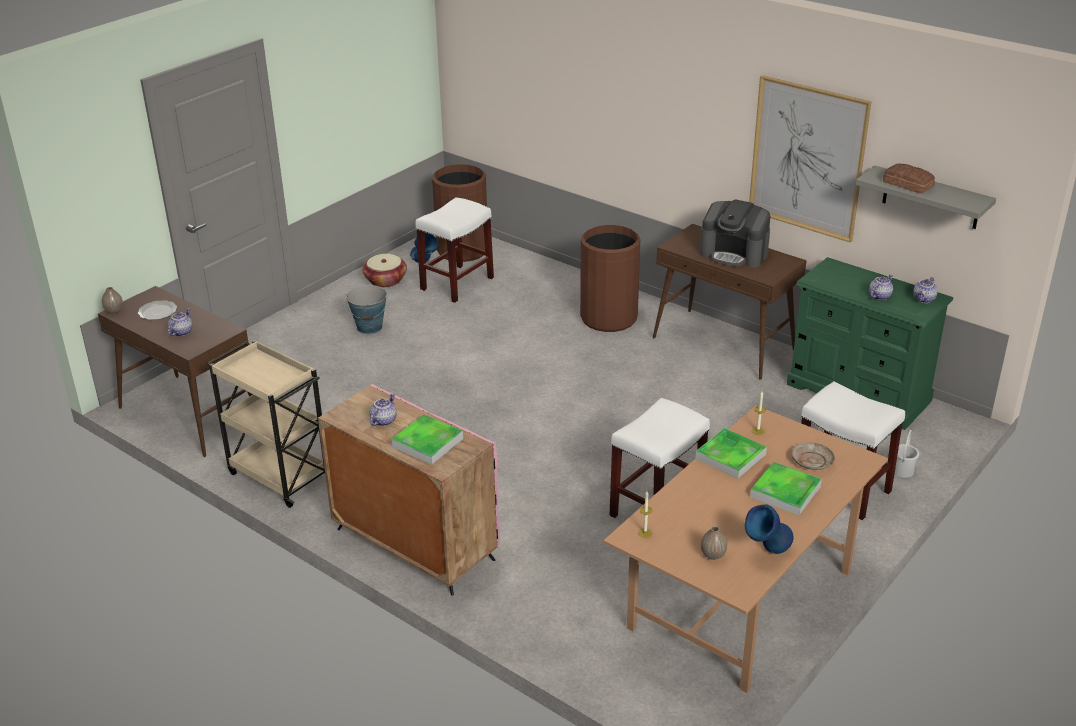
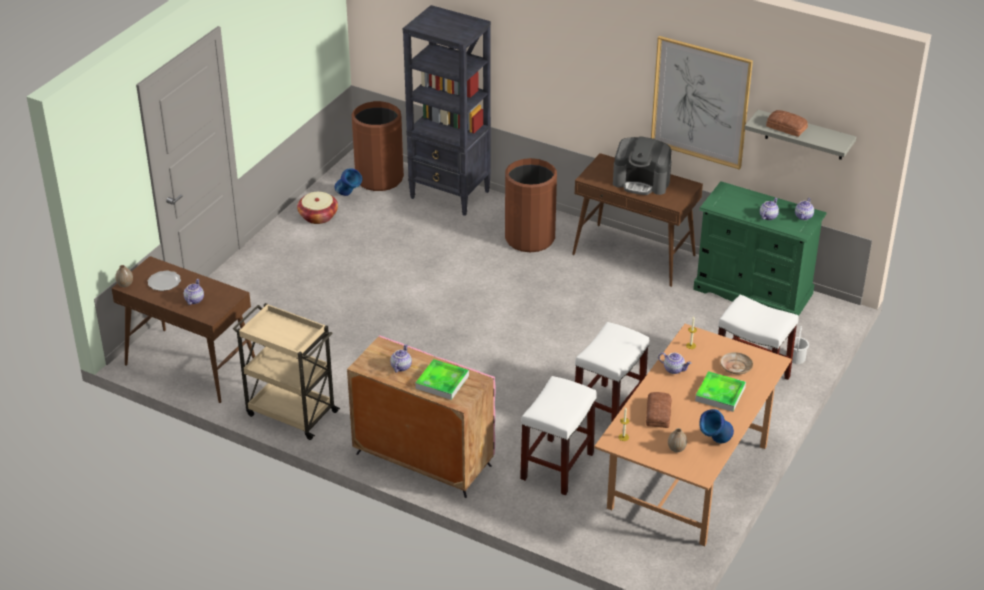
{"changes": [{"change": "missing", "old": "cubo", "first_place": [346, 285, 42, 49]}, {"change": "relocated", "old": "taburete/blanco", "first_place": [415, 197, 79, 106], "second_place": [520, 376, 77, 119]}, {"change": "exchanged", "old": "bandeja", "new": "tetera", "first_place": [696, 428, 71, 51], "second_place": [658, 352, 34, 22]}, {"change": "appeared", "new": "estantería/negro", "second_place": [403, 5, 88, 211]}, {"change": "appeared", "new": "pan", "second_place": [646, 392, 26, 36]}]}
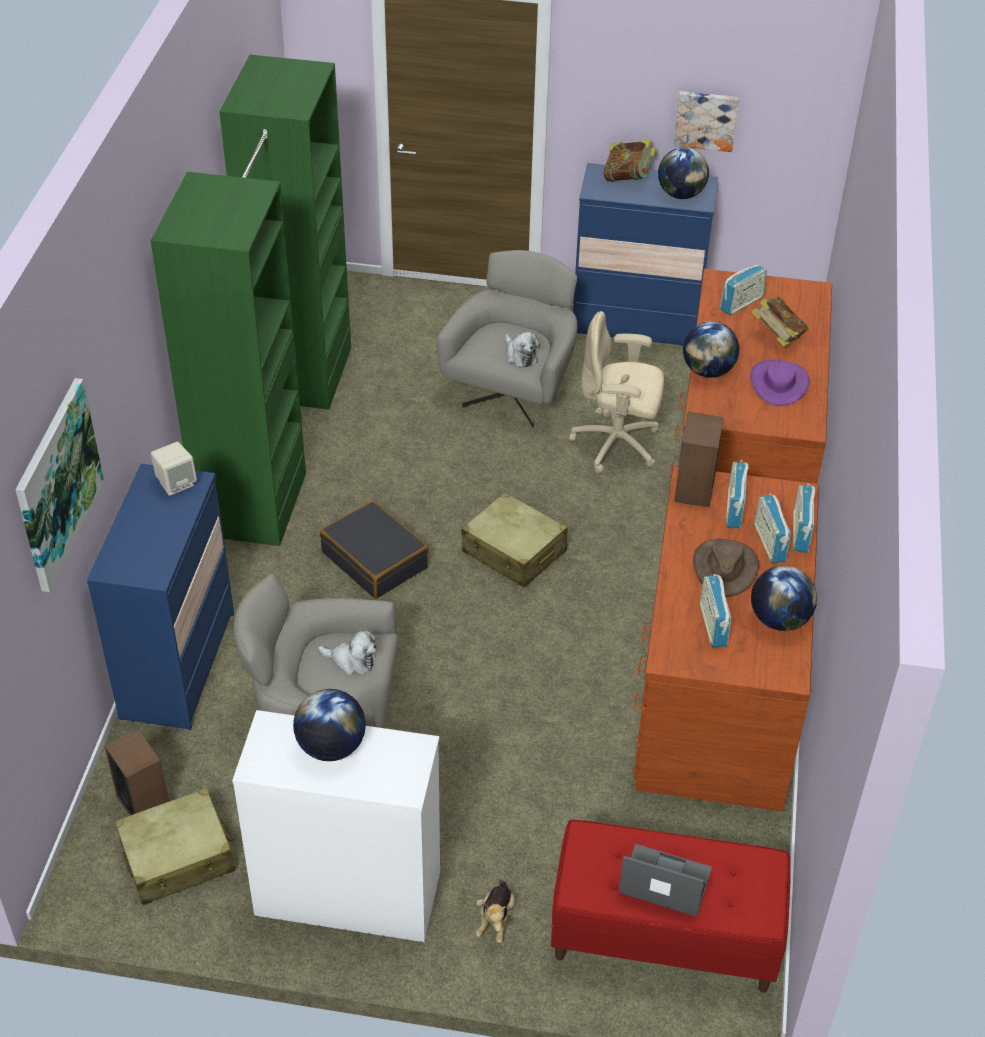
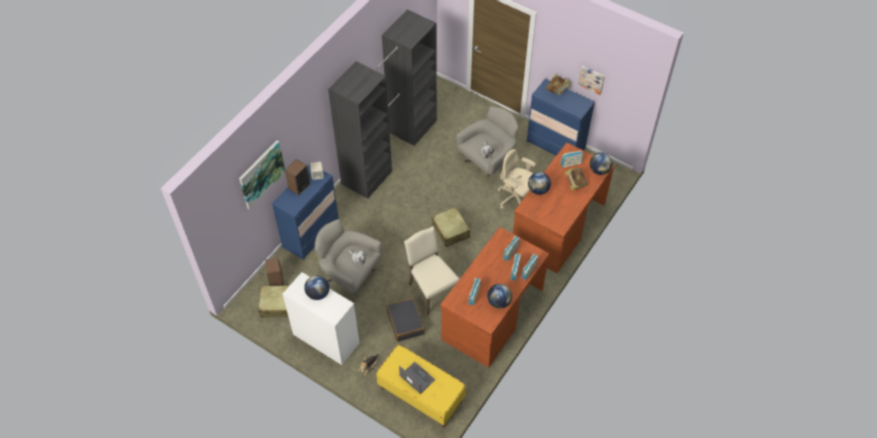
{"changes": [{"change": "colour", "old": "armario ropero/verde", "new": "armario ropero/negro", "first_place": [151, 55, 200, 491], "second_place": [328, 9, 109, 190]}, {"change": "relocated", "old": "maleta/negro", "first_place": [320, 500, 109, 99], "second_place": [386, 298, 39, 44]}, {"change": "colour", "old": "banco/rojo", "new": "banco/amarillo", "first_place": [551, 820, 240, 173], "second_place": [376, 345, 90, 82]}, {"change": "relocated", "old": "globo terráqueo", "first_place": [658, 147, 51, 52], "second_place": [590, 152, 22, 23]}, {"change": "relocated", "old": "altavoz", "first_place": [674, 412, 50, 95], "second_place": [285, 159, 25, 36]}, {"change": "missing", "old": "sombrero/marrón", "first_place": [693, 539, 66, 58]}, {"change": "missing", "old": "sombrero/morado", "first_place": [750, 360, 60, 46]}, {"change": "appeared", "new": "silla/beis", "second_place": [404, 226, 55, 89]}]}
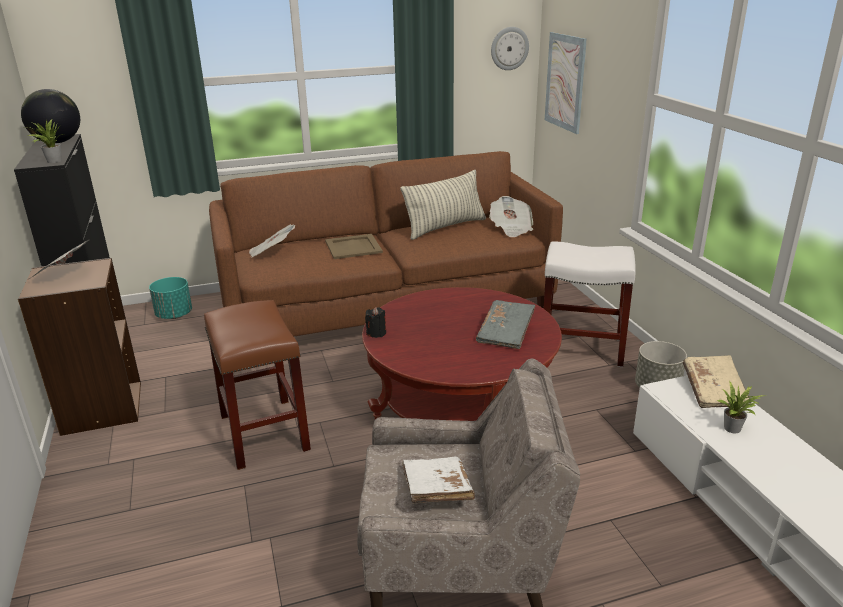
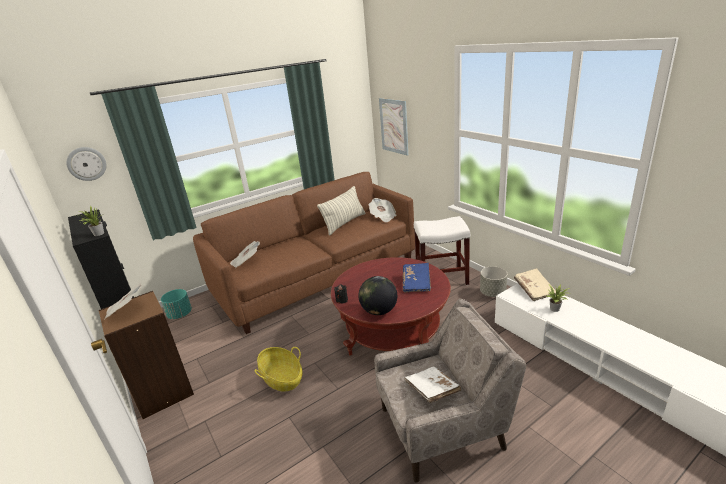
{"changes": [{"change": "relocated", "old": "globo terráqueo", "first_place": [21, 89, 59, 54], "second_place": [358, 276, 39, 39]}, {"change": "exchanged", "old": "taburete/marrón", "new": "cesta", "first_place": [204, 300, 107, 170], "second_place": [255, 347, 47, 44]}, {"change": "missing", "old": "bandeja/beis", "first_place": [325, 234, 58, 25]}, {"change": "colour", "old": "libro/gris", "new": "libro/azul", "first_place": [476, 300, 59, 49], "second_place": [403, 263, 28, 29]}, {"change": "relocated", "old": "reloj de pared", "first_place": [491, 27, 38, 43], "second_place": [66, 147, 41, 34]}]}
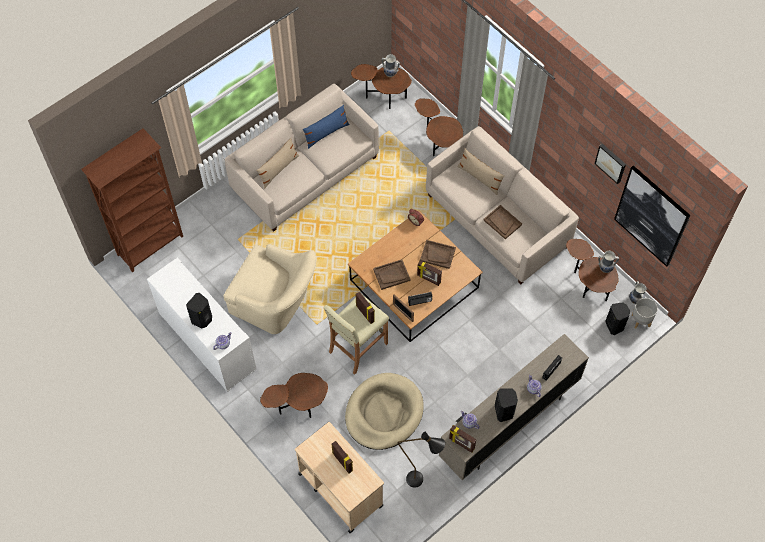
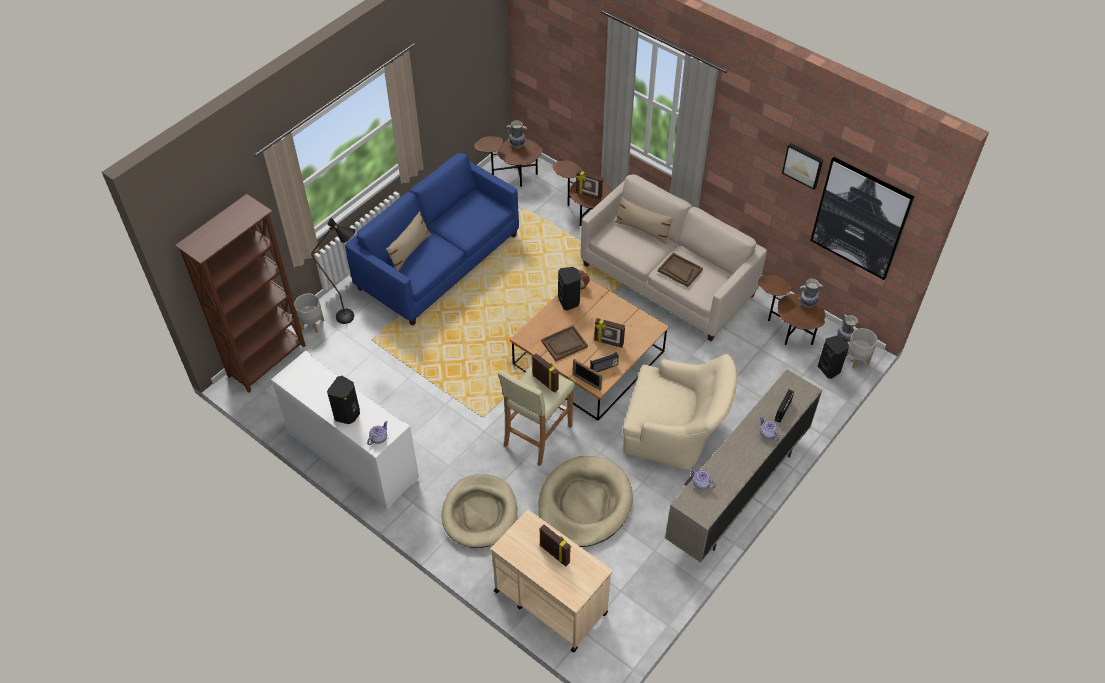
{"changes": [{"change": "relocated", "old": "sillón/beis", "first_place": [223, 244, 93, 90], "second_place": [623, 354, 115, 115]}, {"change": "colour", "old": "sofá/beis", "new": "sofá/azul", "first_place": [225, 84, 154, 147], "second_place": [345, 153, 174, 173]}, {"change": "exchanged", "old": "mesa auxiliar/marrón", "new": "cama para perro/beis", "first_place": [260, 373, 68, 45], "second_place": [442, 474, 75, 74]}, {"change": "missing", "old": "cojín/azul", "first_place": [303, 105, 47, 44]}, {"change": "relocated", "old": "lámpara de pie/negro", "first_place": [397, 432, 48, 56], "second_place": [311, 218, 44, 106]}, {"change": "missing", "old": "bandeja/marrón", "first_place": [420, 240, 36, 29]}, {"change": "relocated", "old": "portarretratos", "first_place": [449, 425, 27, 28], "second_place": [576, 170, 27, 30]}, {"change": "relocated", "old": "altavoz/negro", "first_place": [495, 388, 23, 34], "second_place": [558, 267, 23, 44]}, {"change": "appeared", "new": "maceta/gris", "second_place": [294, 294, 30, 39]}]}
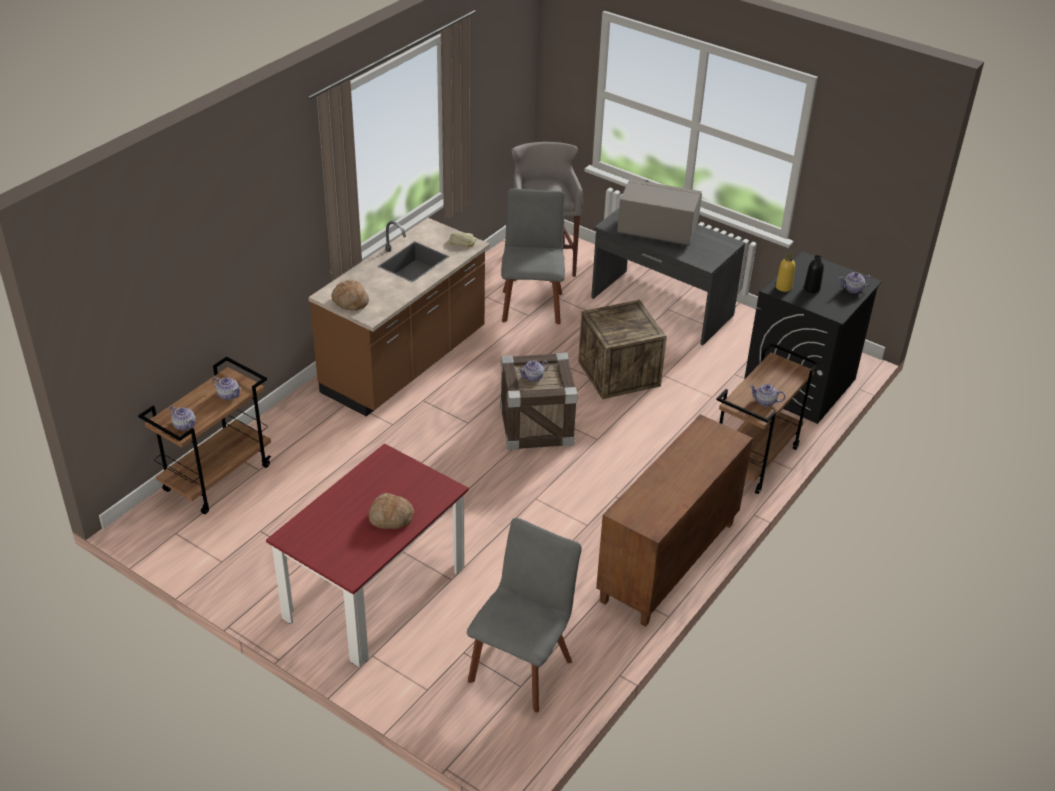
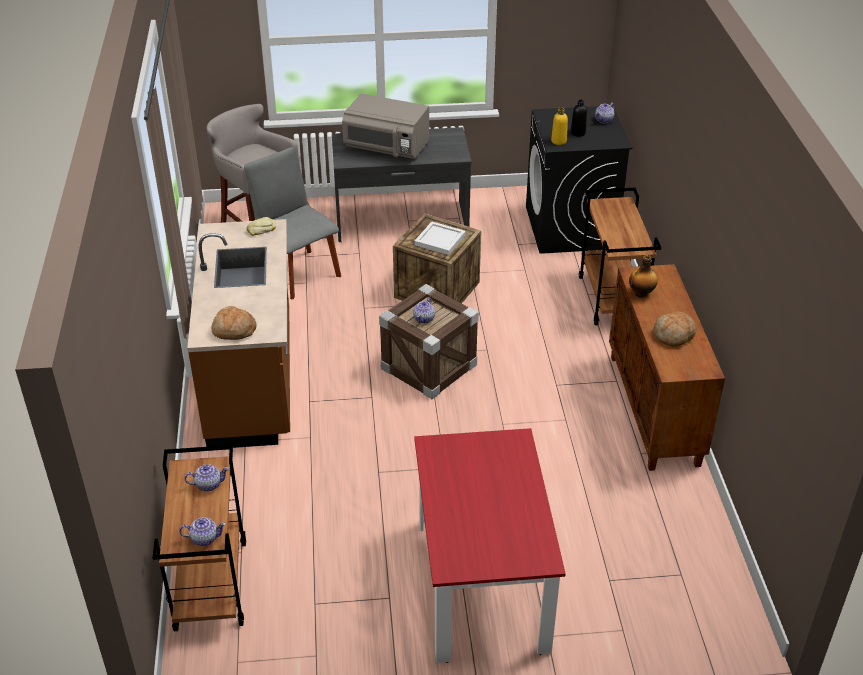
{"changes": [{"change": "relocated", "old": "pan", "first_place": [369, 493, 45, 36], "second_place": [654, 312, 42, 34]}, {"change": "missing", "old": "silla/gris", "first_place": [467, 518, 115, 194]}, {"change": "spun", "old": "microondas/gris", "first_place": [617, 179, 85, 67], "second_place": [342, 94, 88, 65], "degrees": -135}, {"change": "missing", "old": "tetera", "first_place": [750, 384, 35, 23]}, {"change": "appeared", "new": "bandeja/blanco", "second_place": [414, 221, 52, 34]}, {"change": "appeared", "new": "botella", "second_place": [629, 255, 29, 43]}]}
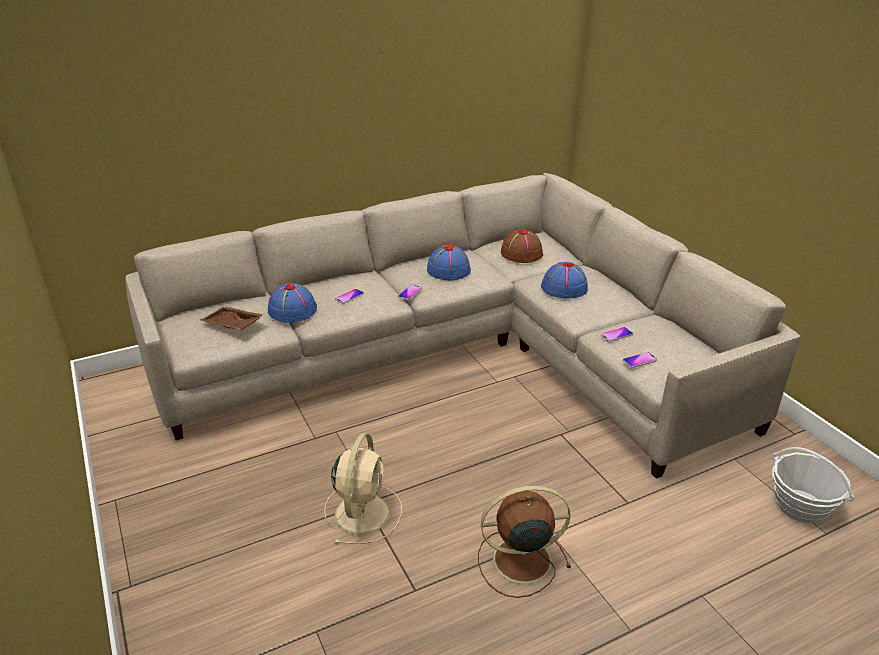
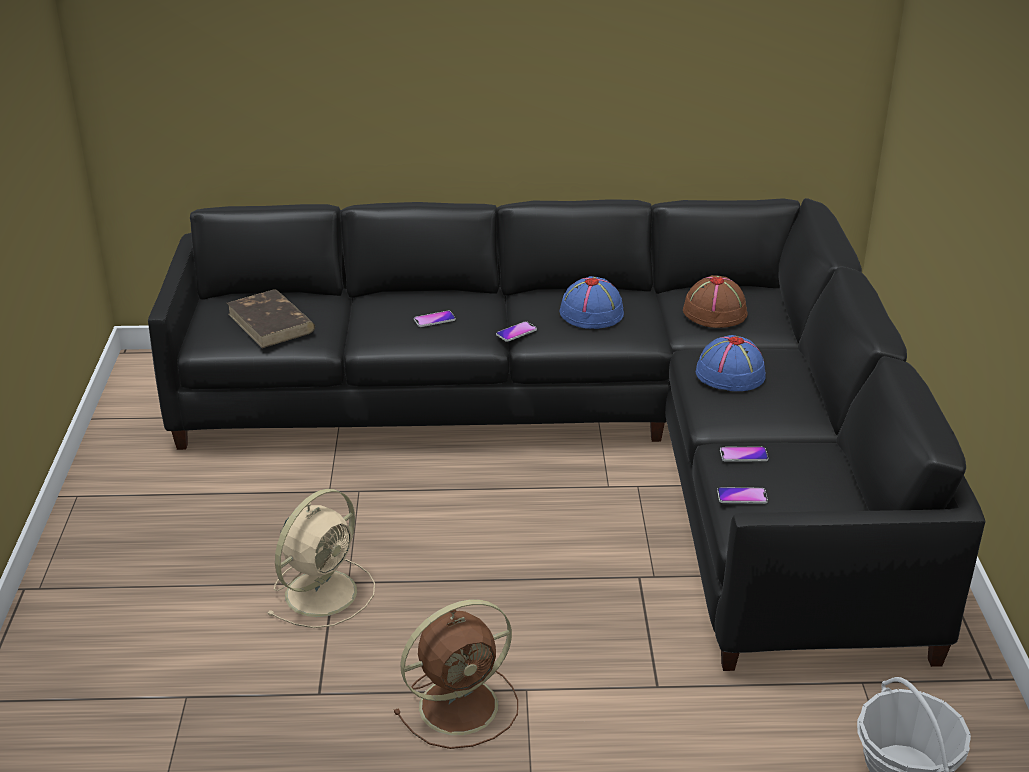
{"changes": [{"change": "colour", "old": "sofá/beis", "new": "sofá/negro", "first_place": [126, 173, 675, 306], "second_place": [148, 198, 838, 473]}, {"change": "exchanged", "old": "bandeja/marrón", "new": "libro/marrón", "first_place": [200, 306, 63, 24], "second_place": [227, 289, 88, 59]}, {"change": "missing", "old": "sombrero/azul", "first_place": [268, 283, 49, 40]}, {"change": "spun", "old": "ventilador/marrón", "first_place": [478, 485, 93, 113], "second_place": [394, 599, 124, 150], "degrees": 135}]}
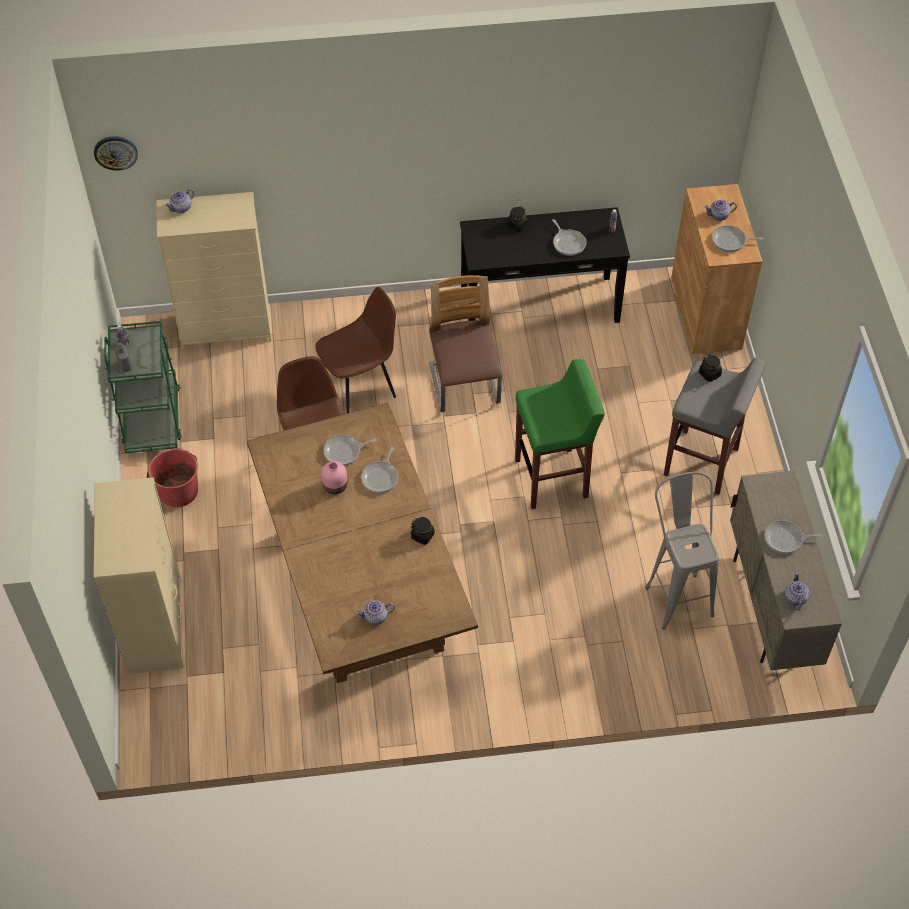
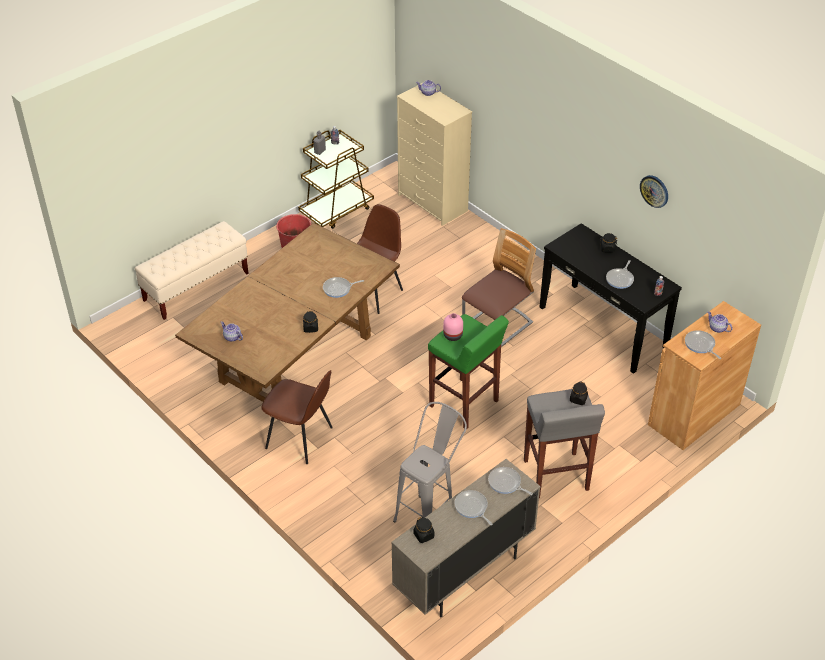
{"changes": [{"change": "exchanged", "old": "cómoda/beis", "new": "banco/beis", "first_place": [93, 477, 91, 197], "second_place": [135, 221, 114, 99]}, {"change": "relocated", "old": "reloj de pared", "first_place": [94, 136, 44, 35], "second_place": [640, 175, 28, 33]}, {"change": "colour", "old": "carrito/verde", "new": "carrito/marrón", "first_place": [104, 321, 78, 132], "second_place": [298, 130, 76, 99]}, {"change": "relocated", "old": "silla/marrón", "first_place": [315, 287, 81, 126], "second_place": [262, 370, 71, 94]}, {"change": "relocated", "old": "florero/rosa", "first_place": [321, 461, 27, 33], "second_place": [443, 313, 20, 28]}, {"change": "relocated", "old": "sartén", "first_place": [323, 435, 55, 31], "second_place": [488, 467, 45, 28]}, {"change": "exchanged", "old": "tetera", "new": "tarro/negro", "first_place": [784, 572, 25, 39], "second_place": [413, 517, 21, 26]}]}
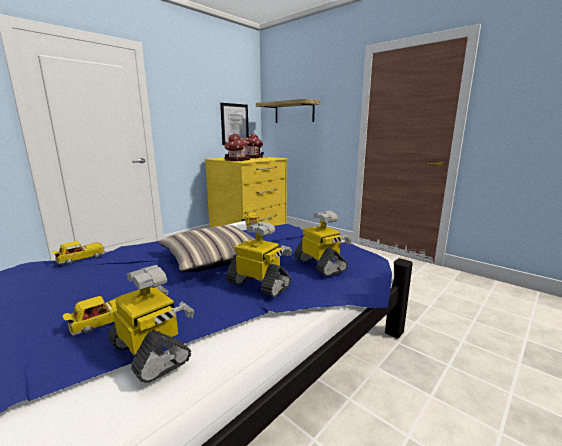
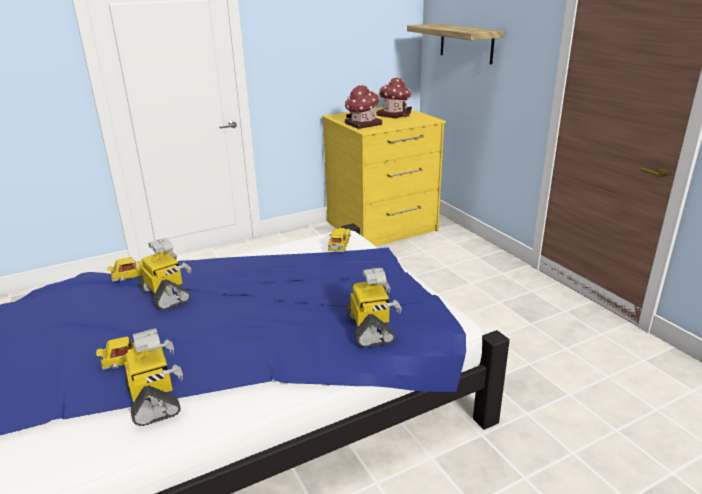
{"changes": [{"change": "missing", "old": "cojín", "first_place": [158, 225, 97, 47]}, {"change": "missing", "old": "cuadro", "first_place": [220, 103, 29, 42]}, {"change": "relocated", "old": "robot de juguete", "first_place": [226, 221, 66, 76], "second_place": [139, 238, 52, 72]}]}
